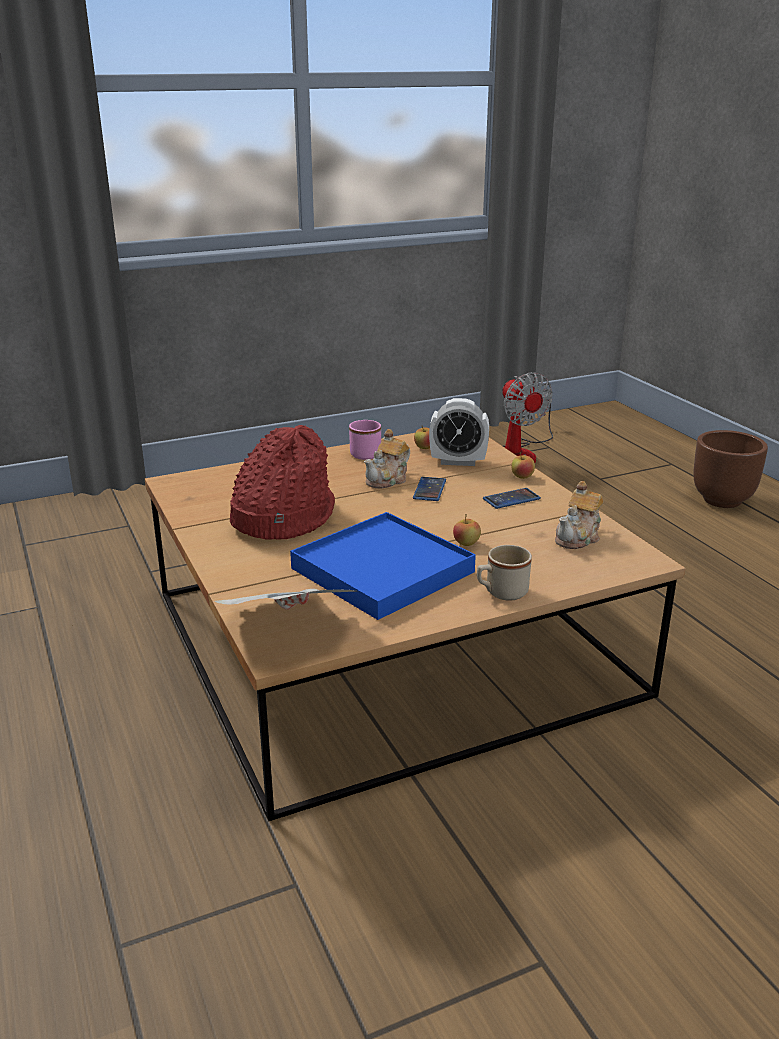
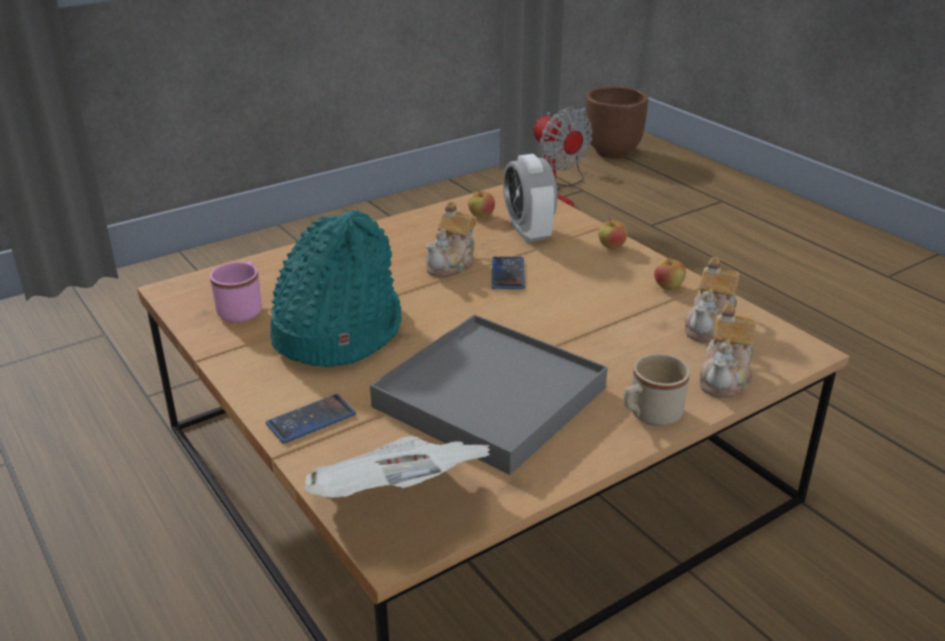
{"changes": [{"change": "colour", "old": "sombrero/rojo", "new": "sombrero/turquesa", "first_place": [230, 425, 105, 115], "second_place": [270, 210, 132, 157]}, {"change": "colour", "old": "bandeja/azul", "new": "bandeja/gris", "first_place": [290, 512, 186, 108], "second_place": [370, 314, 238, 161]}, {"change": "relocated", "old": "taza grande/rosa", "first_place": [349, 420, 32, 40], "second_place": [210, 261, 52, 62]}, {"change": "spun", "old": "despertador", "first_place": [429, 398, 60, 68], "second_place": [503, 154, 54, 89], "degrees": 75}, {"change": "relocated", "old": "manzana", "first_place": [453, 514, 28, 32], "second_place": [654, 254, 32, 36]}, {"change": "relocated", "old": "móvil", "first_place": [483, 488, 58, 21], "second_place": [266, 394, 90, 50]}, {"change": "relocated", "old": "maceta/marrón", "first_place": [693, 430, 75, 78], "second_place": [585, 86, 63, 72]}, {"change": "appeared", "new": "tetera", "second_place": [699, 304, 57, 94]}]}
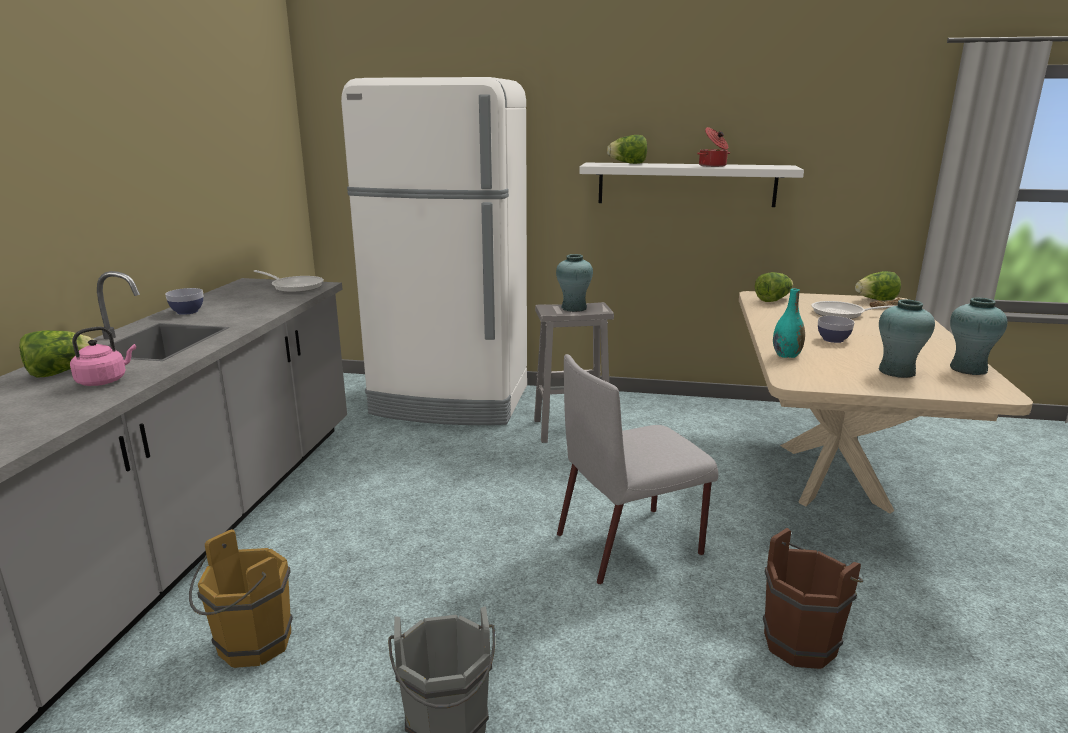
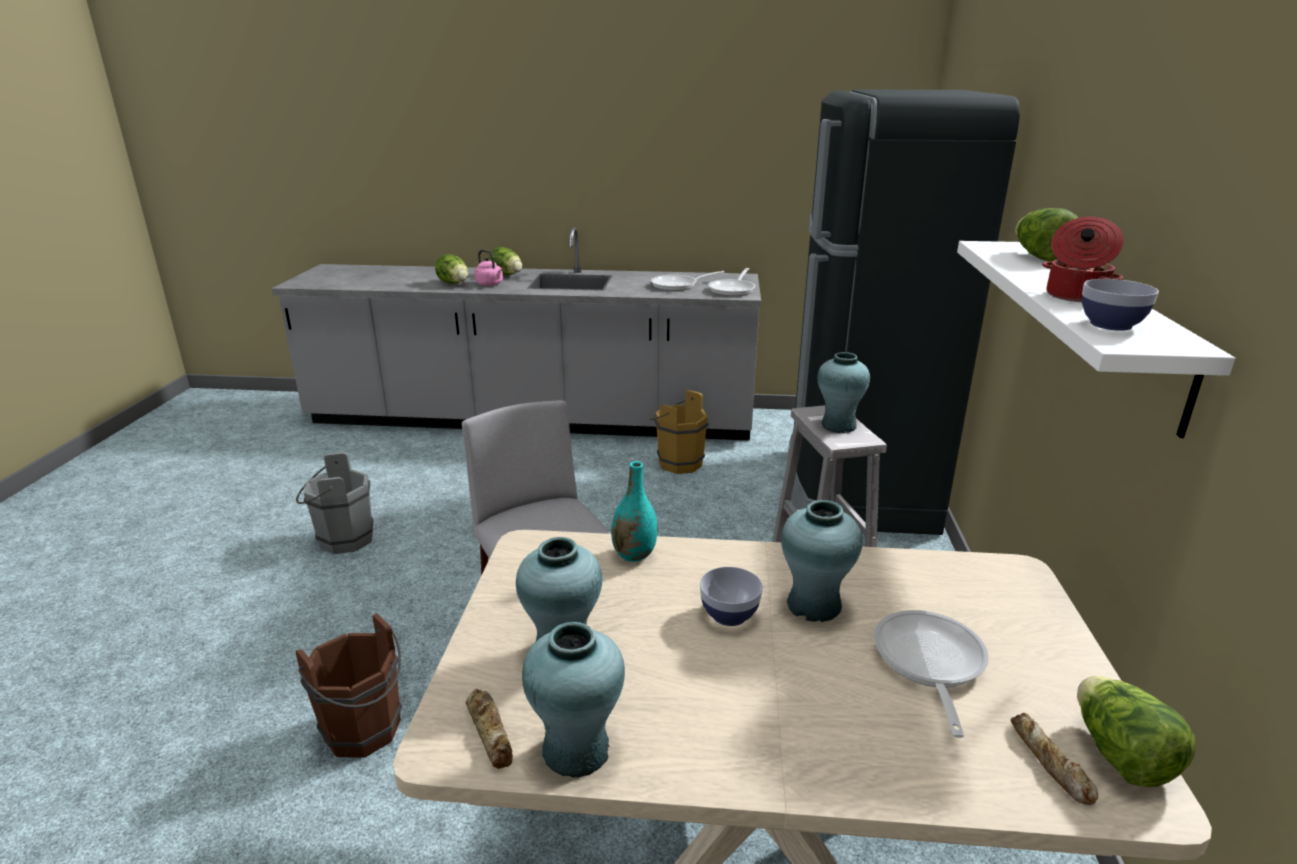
{"changes": [{"change": "relocated", "old": "cuenco", "first_place": [165, 288, 38, 27], "second_place": [1082, 279, 77, 52]}, {"change": "relocated", "old": "cubo/marrón", "first_place": [189, 529, 104, 139], "second_place": [650, 390, 59, 84]}, {"change": "colour", "old": "nevera/blanco", "new": "nevera/negro", "first_place": [341, 77, 186, 348], "second_place": [787, 90, 233, 445]}, {"change": "relocated", "old": "lechuga", "first_place": [755, 272, 38, 30], "second_place": [435, 254, 33, 30]}, {"change": "appeared", "new": "pan", "second_place": [466, 689, 47, 80]}, {"change": "appeared", "new": "sartén", "second_place": [651, 271, 73, 20]}, {"change": "appeared", "new": "florero/turquesa", "second_place": [781, 500, 81, 122]}]}
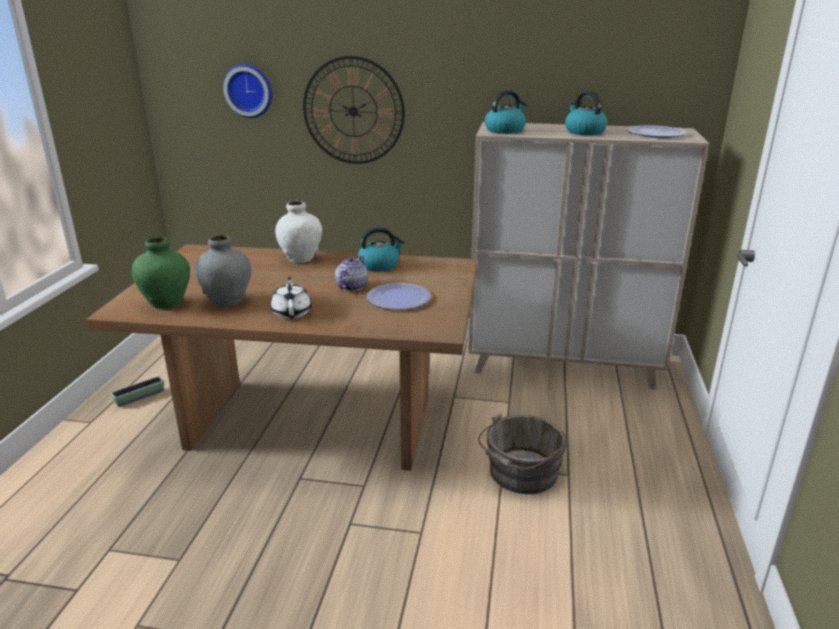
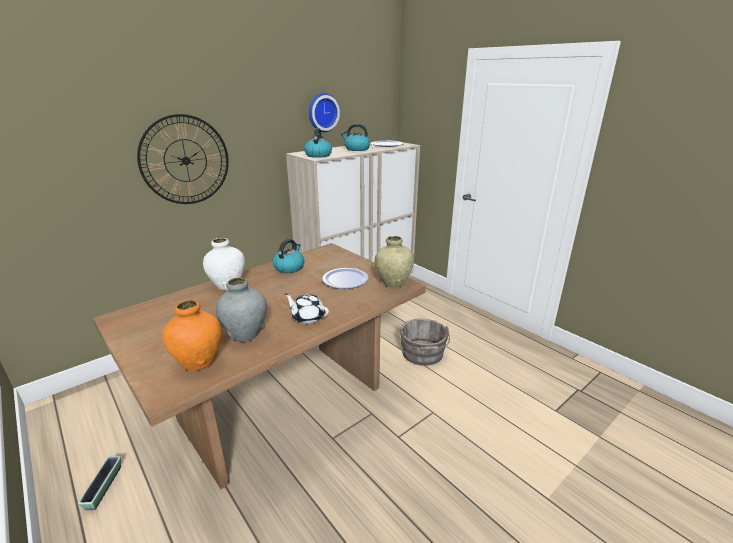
{"changes": [{"change": "colour", "old": "florero/verde", "new": "florero/naranja", "first_place": [132, 237, 58, 72], "second_place": [162, 300, 60, 71]}, {"change": "relocated", "old": "reloj de pared", "first_place": [223, 64, 49, 54], "second_place": [309, 93, 31, 39]}, {"change": "missing", "old": "tetera", "first_place": [335, 256, 33, 35]}, {"change": "appeared", "new": "florero/beis", "second_place": [374, 236, 40, 51]}]}
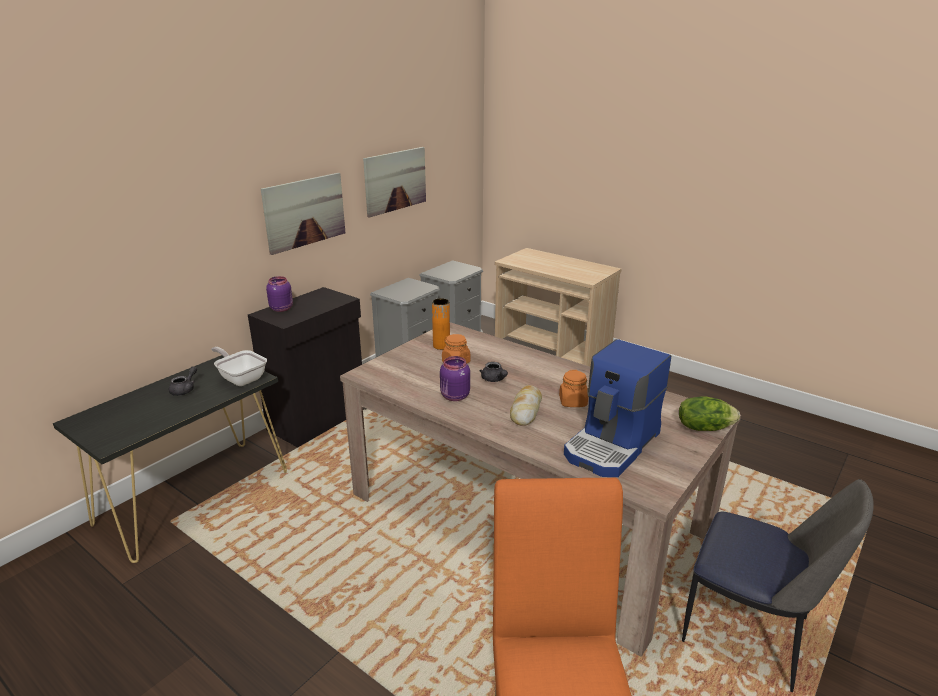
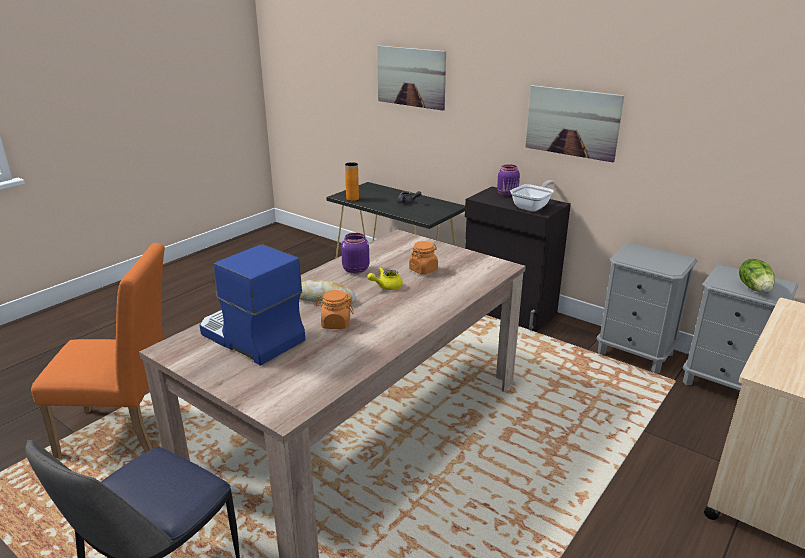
{"changes": [{"change": "relocated", "old": "sartén", "first_place": [211, 347, 56, 39], "second_place": [510, 180, 44, 32]}, {"change": "relocated", "old": "cuadro", "first_place": [363, 147, 63, 71], "second_place": [377, 45, 69, 66]}, {"change": "relocated", "old": "florero/naranja", "first_place": [432, 298, 18, 52], "second_place": [345, 162, 14, 39]}, {"change": "colour", "old": "tetera/gris", "new": "tetera/amarillo", "first_place": [480, 362, 28, 20], "second_place": [367, 268, 36, 22]}, {"change": "relocated", "old": "lechuga", "first_place": [679, 396, 61, 35], "second_place": [739, 259, 36, 33]}]}
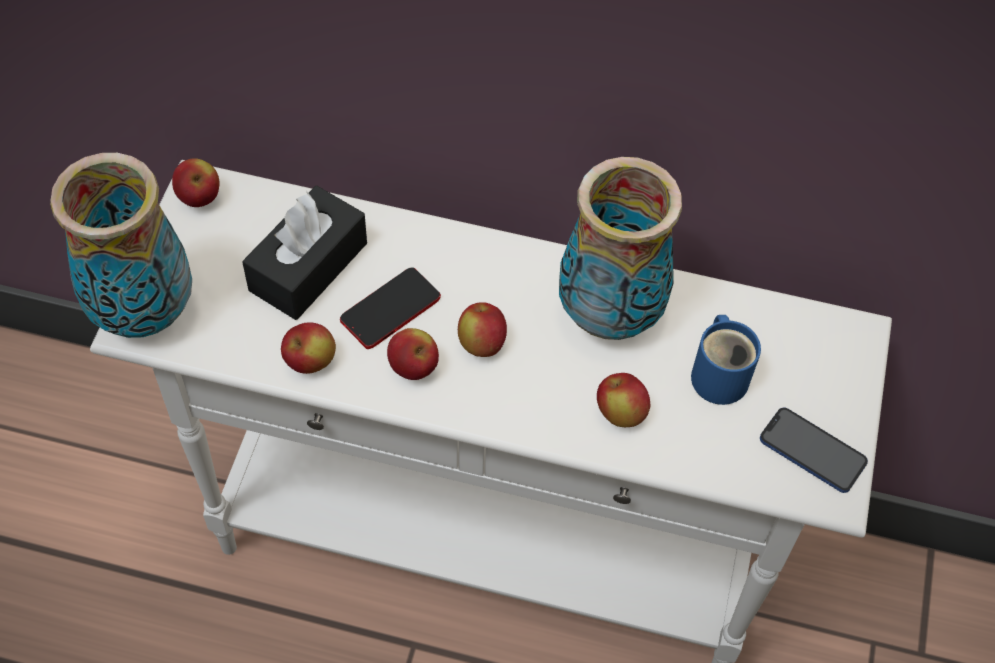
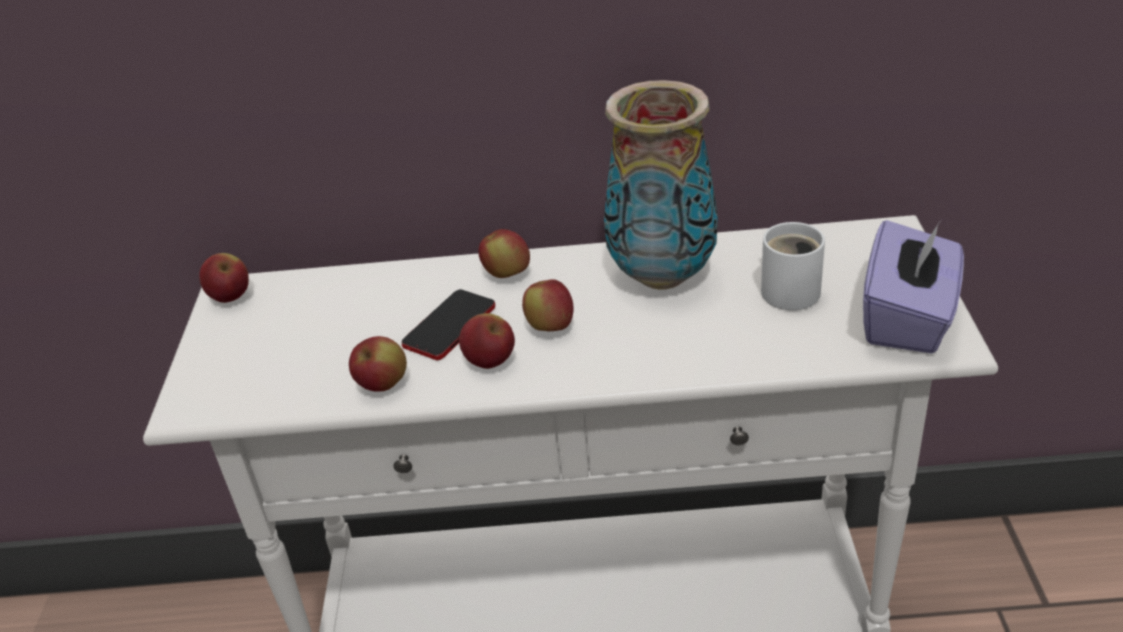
{"changes": [{"change": "missing", "old": "florero", "first_place": [50, 153, 142, 185]}, {"change": "missing", "old": "caja de pañuelos/negro", "first_place": [242, 186, 125, 134]}, {"change": "relocated", "old": "manzana", "first_place": [597, 373, 53, 54], "second_place": [478, 229, 52, 49]}, {"change": "colour", "old": "taza grande/azul", "new": "taza grande/blanco", "first_place": [691, 315, 70, 90], "second_place": [761, 222, 64, 88]}, {"change": "exchanged", "old": "móvil", "new": "caja de pañuelos/morado", "first_place": [760, 408, 108, 85], "second_place": [863, 220, 101, 134]}]}
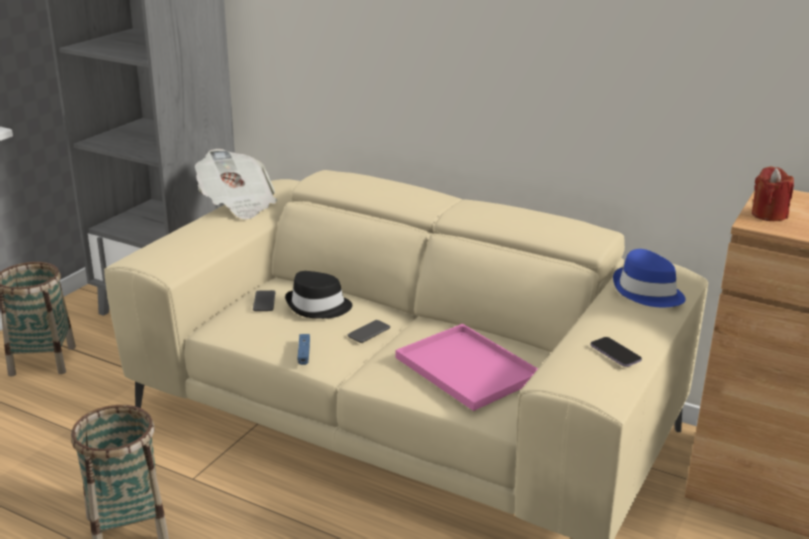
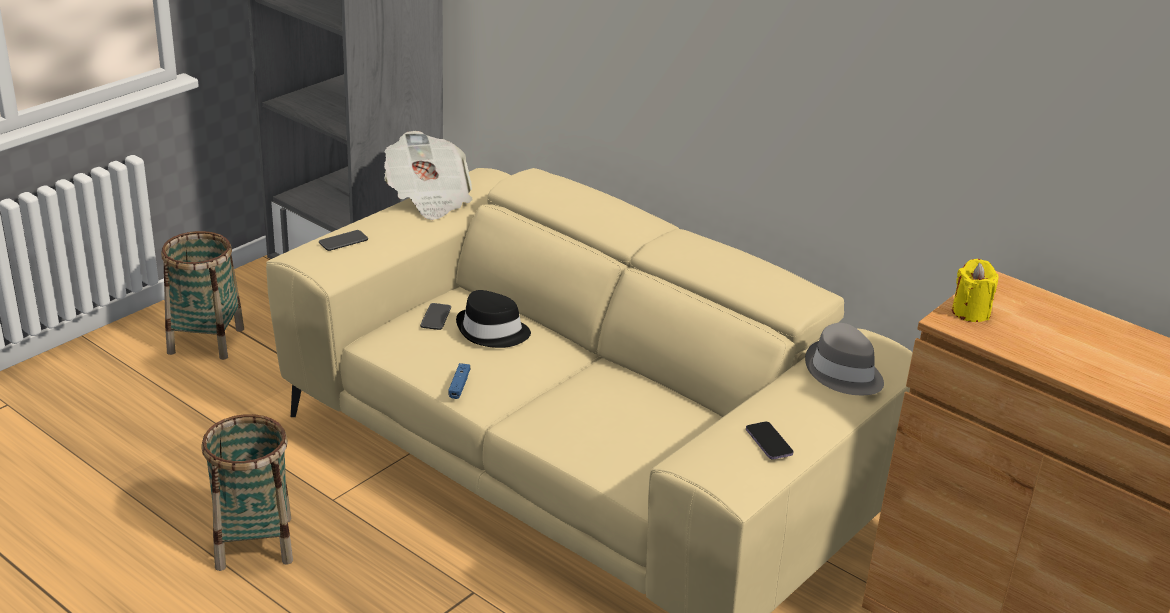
{"changes": [{"change": "relocated", "old": "móvil", "first_place": [348, 320, 42, 23], "second_place": [319, 230, 49, 21]}, {"change": "missing", "old": "bandeja/rosa", "first_place": [396, 324, 142, 87]}, {"change": "colour", "old": "sombrero/azul", "new": "sombrero/gris", "first_place": [613, 249, 73, 58], "second_place": [805, 323, 79, 72]}, {"change": "colour", "old": "vela/rojo", "new": "vela/amarillo", "first_place": [752, 166, 42, 55], "second_place": [952, 259, 46, 63]}]}
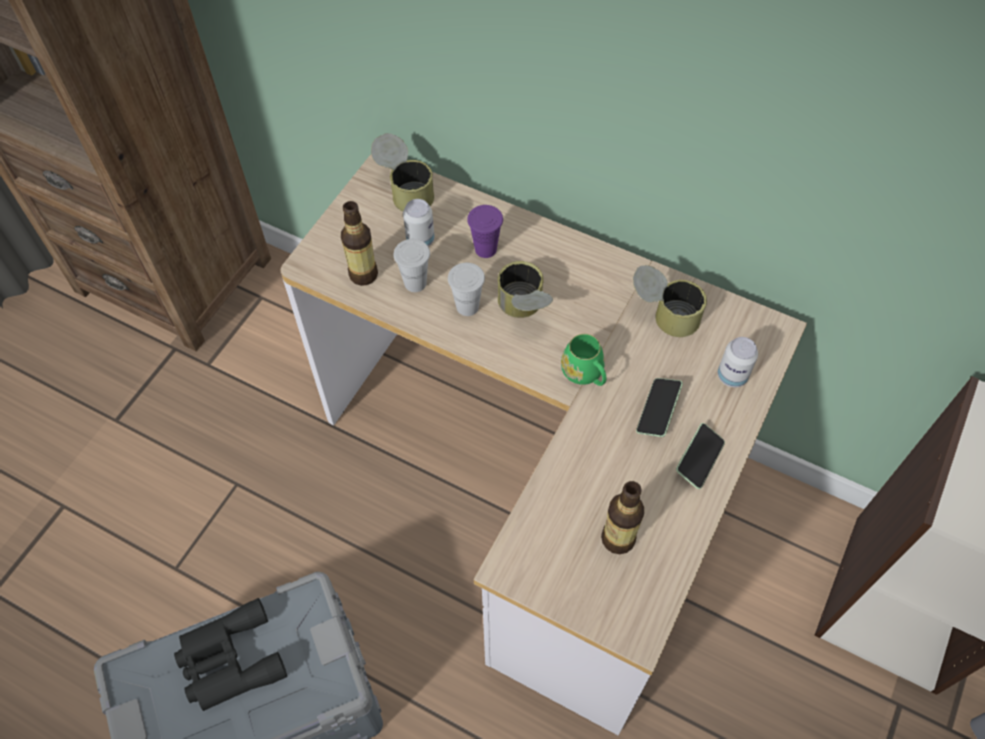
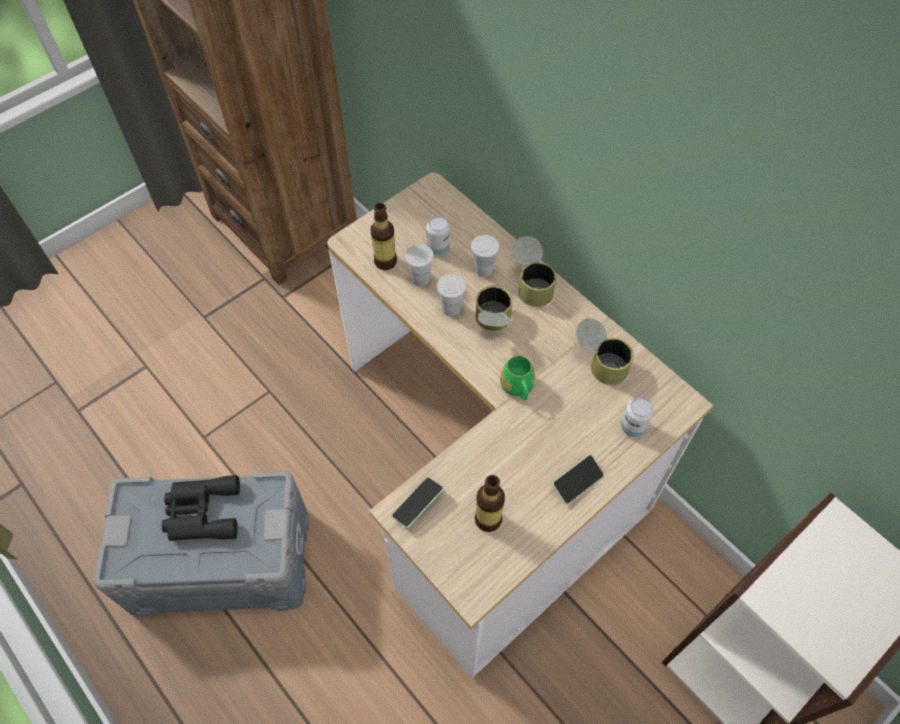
{"changes": [{"change": "relocated", "old": "lata", "first_place": [371, 133, 63, 78], "second_place": [512, 236, 45, 71]}, {"change": "colour", "old": "taza/morado", "new": "taza/blanco", "first_place": [467, 205, 36, 53], "second_place": [471, 235, 29, 42]}, {"change": "relocated", "old": "móvil", "first_place": [636, 378, 47, 59], "second_place": [392, 477, 52, 51]}]}
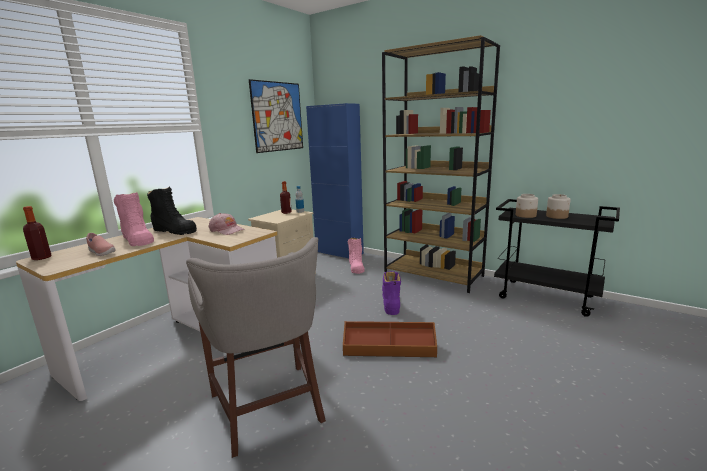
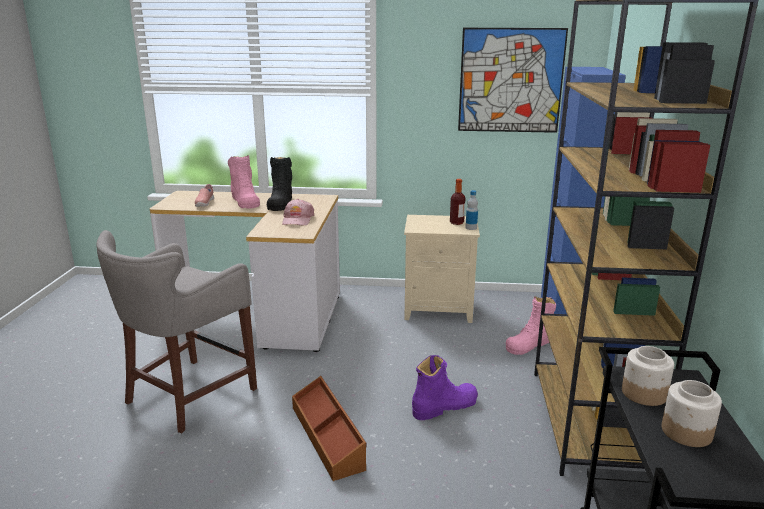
{"changes": [{"change": "missing", "old": "botella", "first_place": [23, 206, 28, 54]}, {"change": "spun", "old": "bota/rosa", "first_place": [114, 192, 40, 54], "second_place": [228, 155, 32, 54], "degrees": -45}]}
